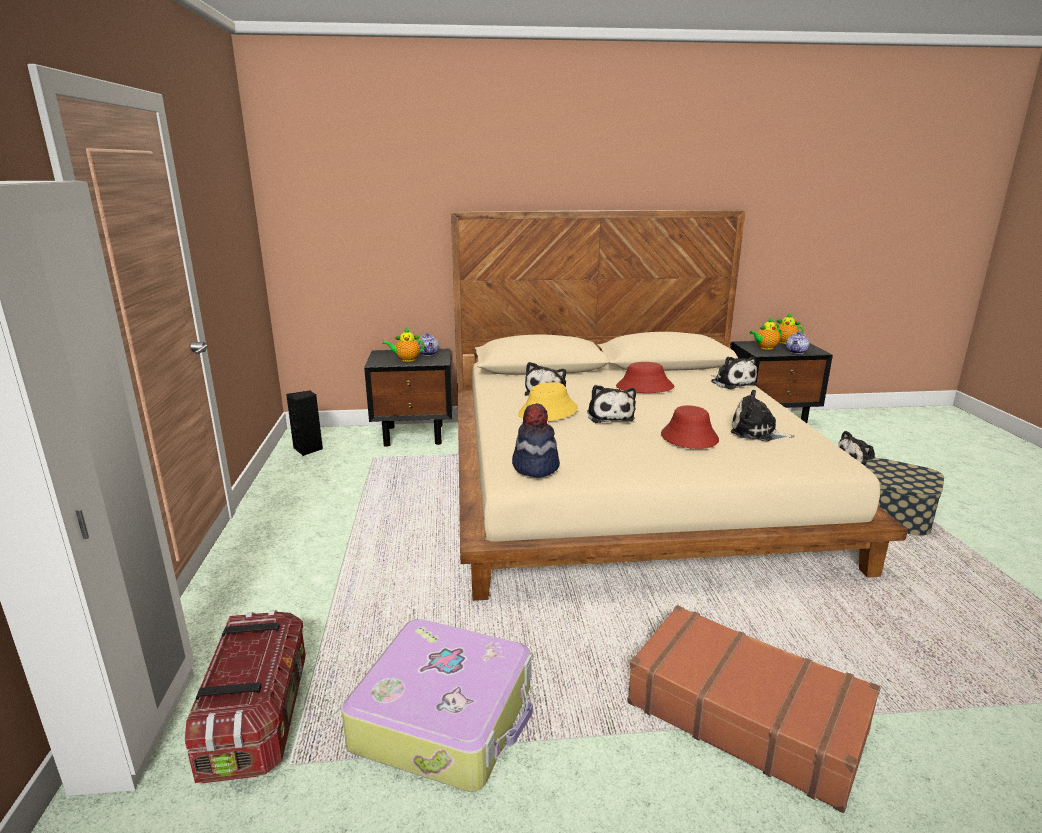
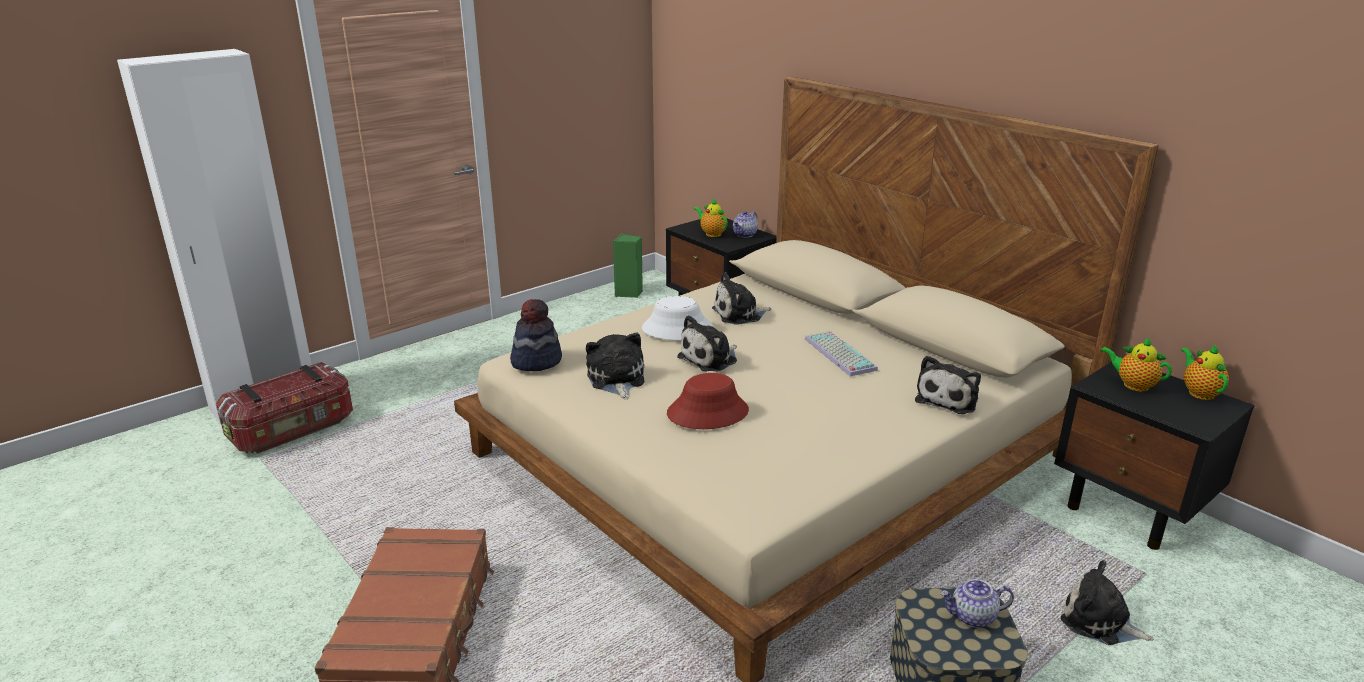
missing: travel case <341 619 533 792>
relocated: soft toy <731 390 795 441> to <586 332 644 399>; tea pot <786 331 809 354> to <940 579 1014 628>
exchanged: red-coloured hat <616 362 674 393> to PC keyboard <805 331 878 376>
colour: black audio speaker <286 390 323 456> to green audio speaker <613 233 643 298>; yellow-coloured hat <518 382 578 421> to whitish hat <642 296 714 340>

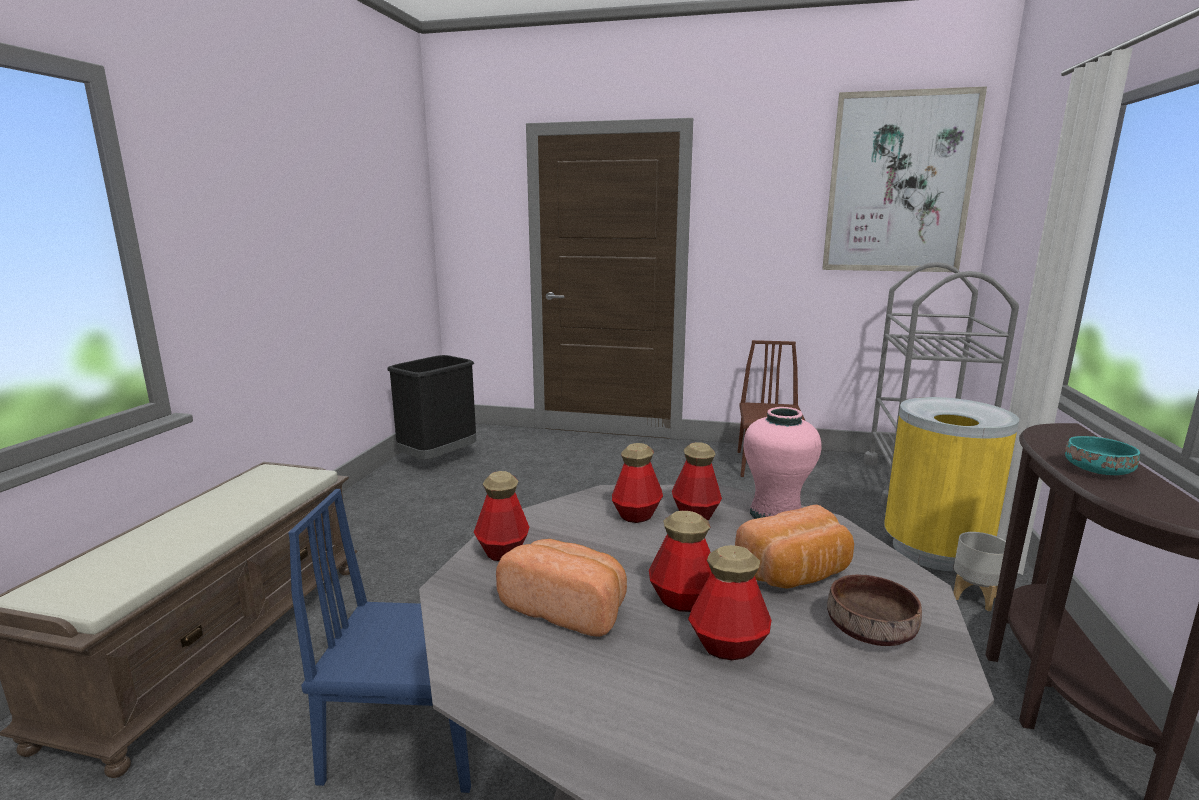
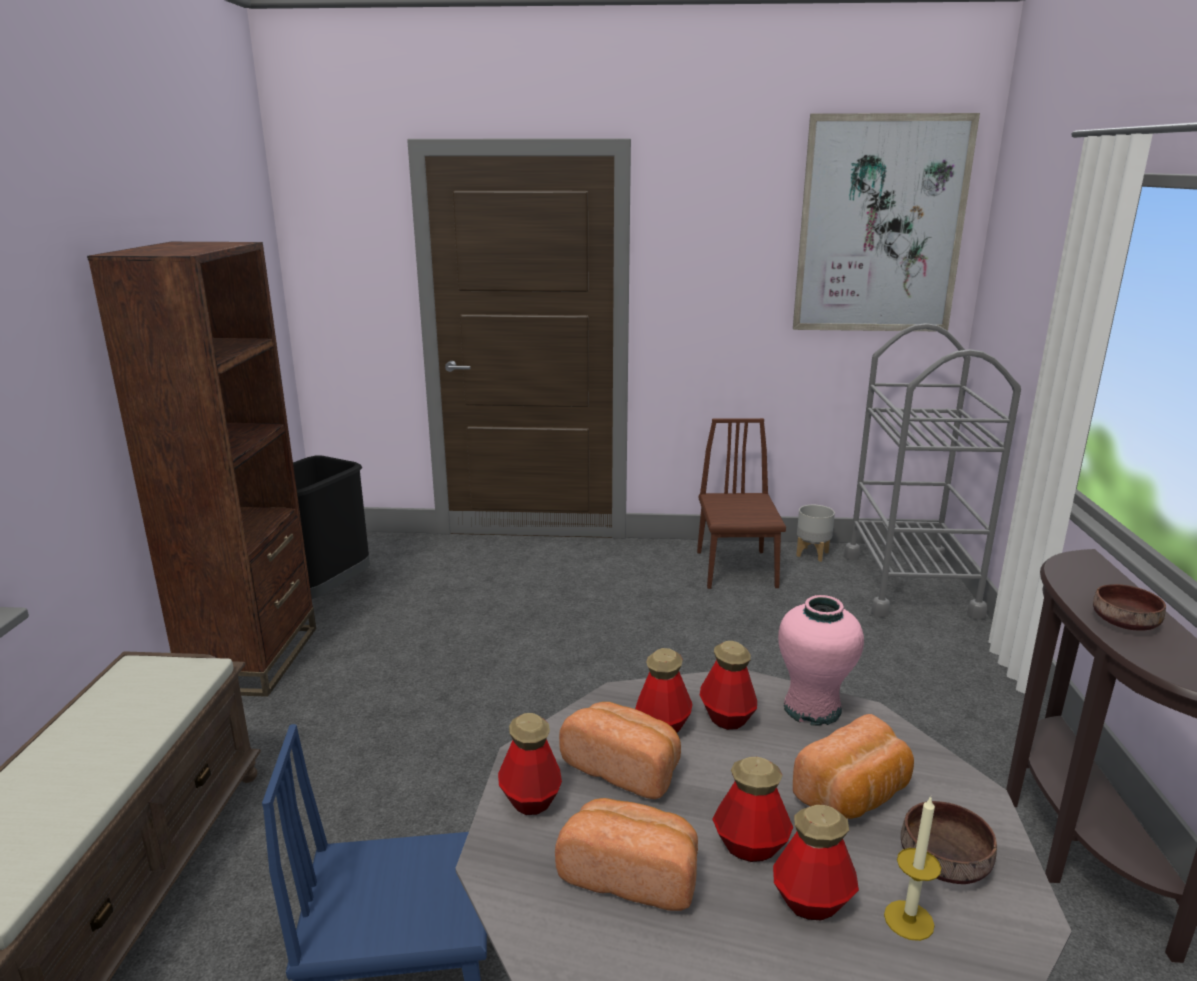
missing: yellow-coloured rubbish bin <884 397 1019 572>
appeared: brownish bookcase <87 242 316 697>; baked bread <559 702 681 799>; candle <884 796 941 941>
relocated: gray plant pot <953 532 1006 611> to <796 505 835 562>
colour: blue-green deep dish <1065 436 1140 475> to brownish deep dish <1093 584 1166 631>

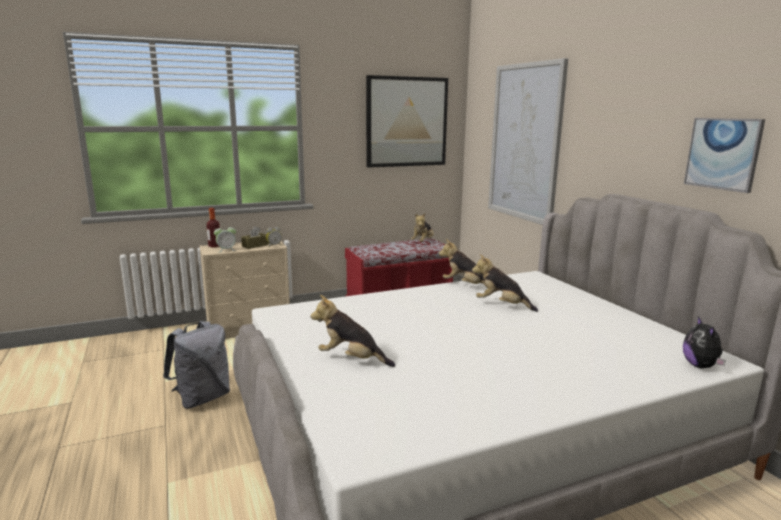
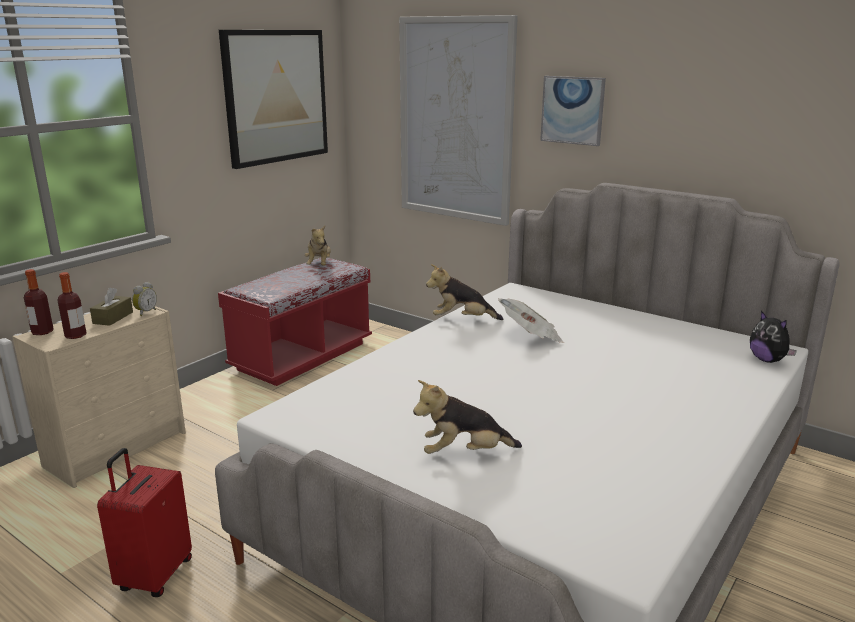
relocated: picture <684 118 765 193> to <540 76 606 146>
exchanged: gray backpack <163 321 230 409> to red-coloured travel case <97 448 192 597>; table clock <214 224 236 253> to bottle <57 272 87 339>; soft toy <472 254 538 312> to newspaper <498 298 564 343>

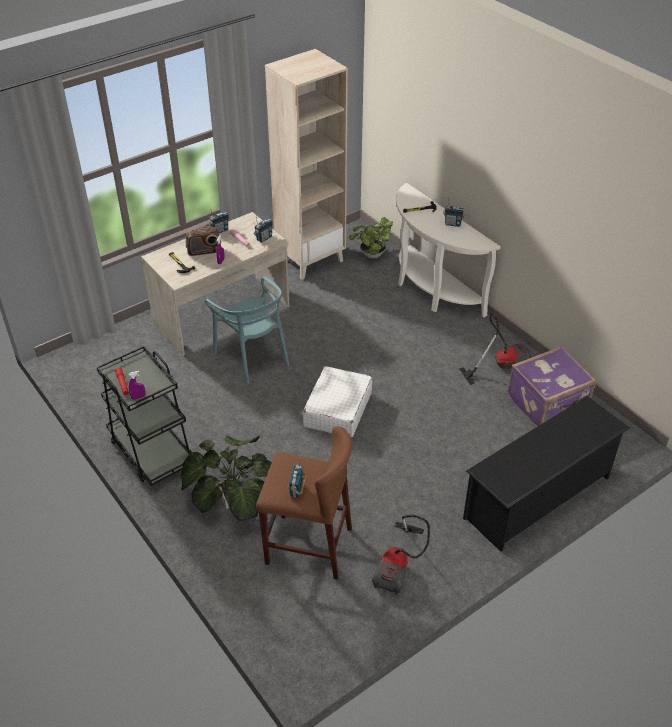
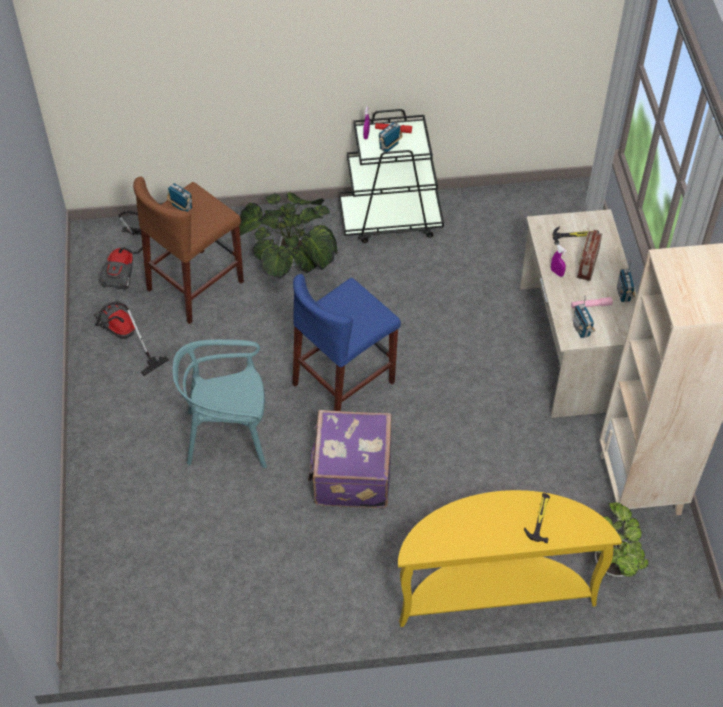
missing: black shoe shelf <463 396 630 552>
relocated: blue-green upright chair <205 276 289 384> to <173 339 267 468>; radio receiver <443 198 465 227> to <379 117 403 152>; vacuum cleaner <459 313 532 385> to <99 211 143 291>; purple-coloured travel case <508 346 596 427> to <308 410 392 508>
exchanged: whitish travel case <303 366 372 438> to blue-coloured stool <293 274 401 411>
colour: whitish hall table <396 183 500 318> to yellow-coloured hall table <398 490 622 627>

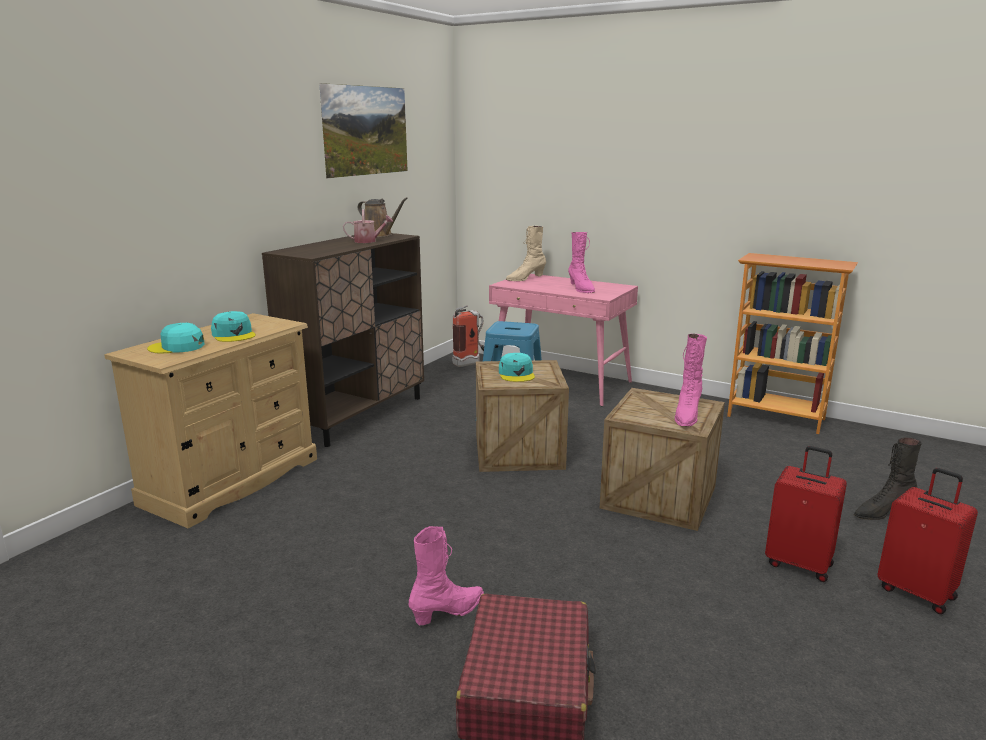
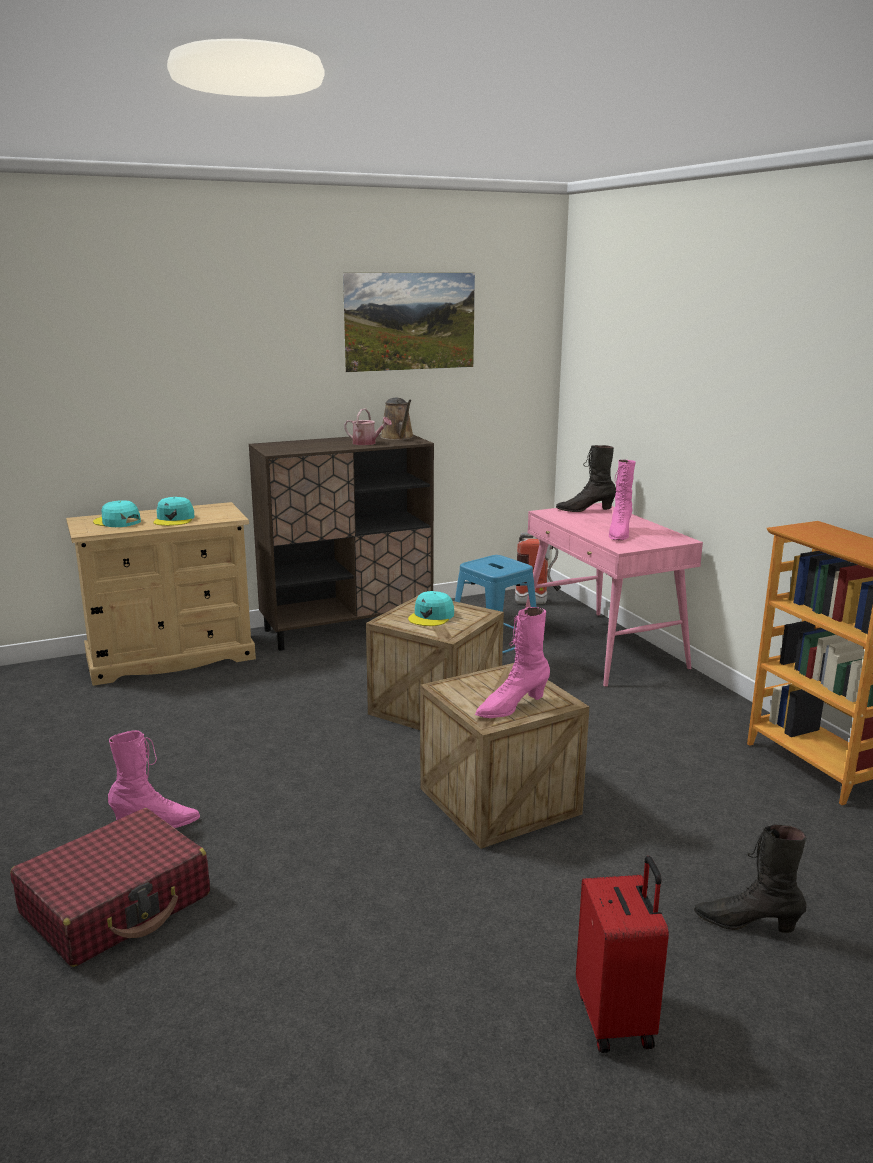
missing: red-coloured travel case <765 446 847 582>
colour: sand-coloured boot <506 226 546 281> to black boot <556 445 616 512>

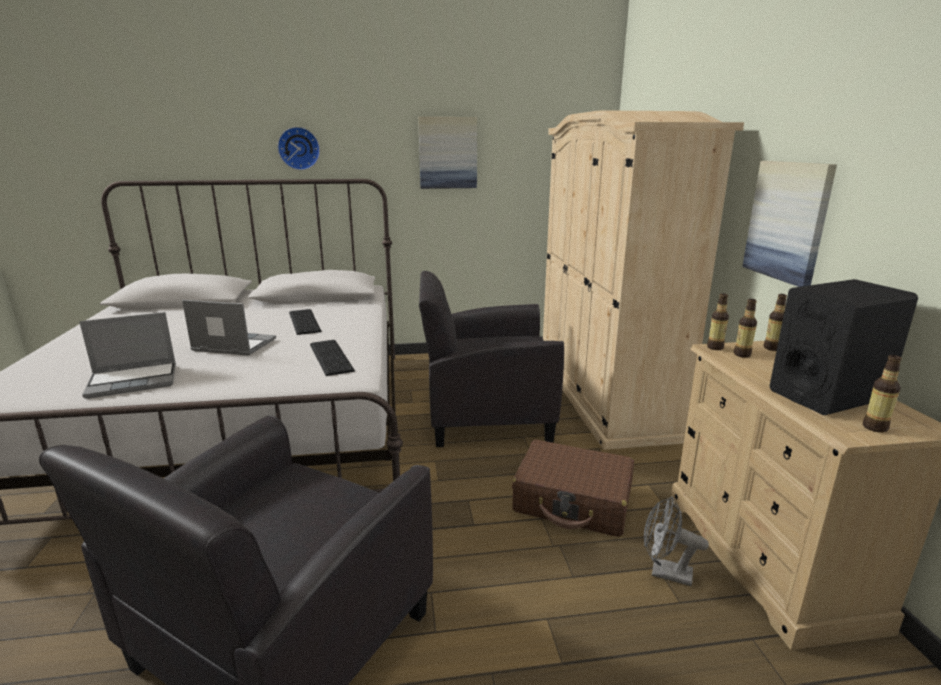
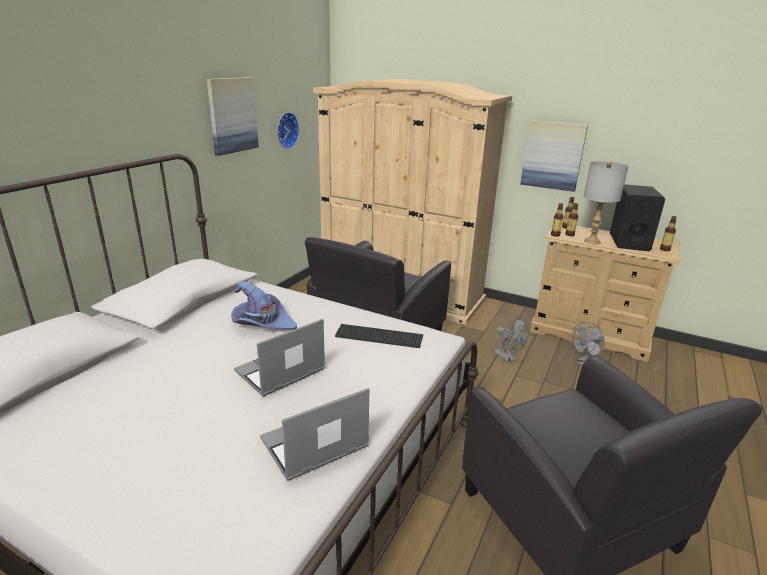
appeared: gray tabletop lamp <584 161 629 244>
relocated: clock on the wall <277 127 320 170> to <277 112 299 149>
exchanged: PC keyboard <289 309 322 335> to purple-coloured hat <231 281 297 330>; brownish travel case <512 439 634 537> to gray electric fan <494 318 529 363>
spun: laptop <79 312 176 399> = <260 388 369 481> 135 degrees counterclockwise

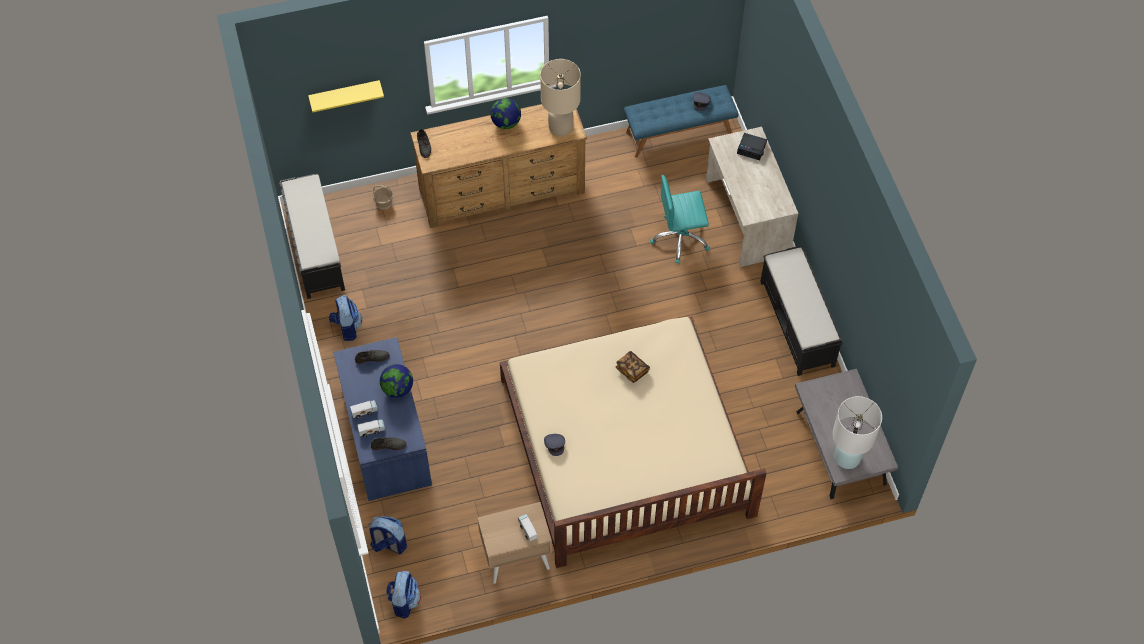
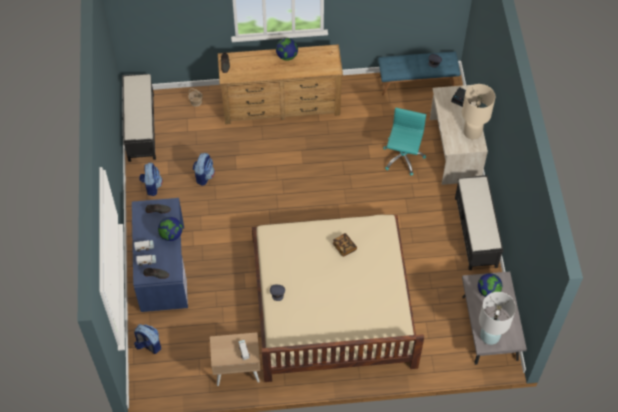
missing: yellow-coloured shelf <308 80 384 112>
appeared: world globe <478 273 502 297>
relocated: backpack <387 570 421 619> to <192 153 215 186>; sand-coloured tabletop lamp <540 59 581 136> to <462 84 495 139>
spun: blue-green computer chair <650 175 710 263> = <383 108 426 176> 105 degrees clockwise

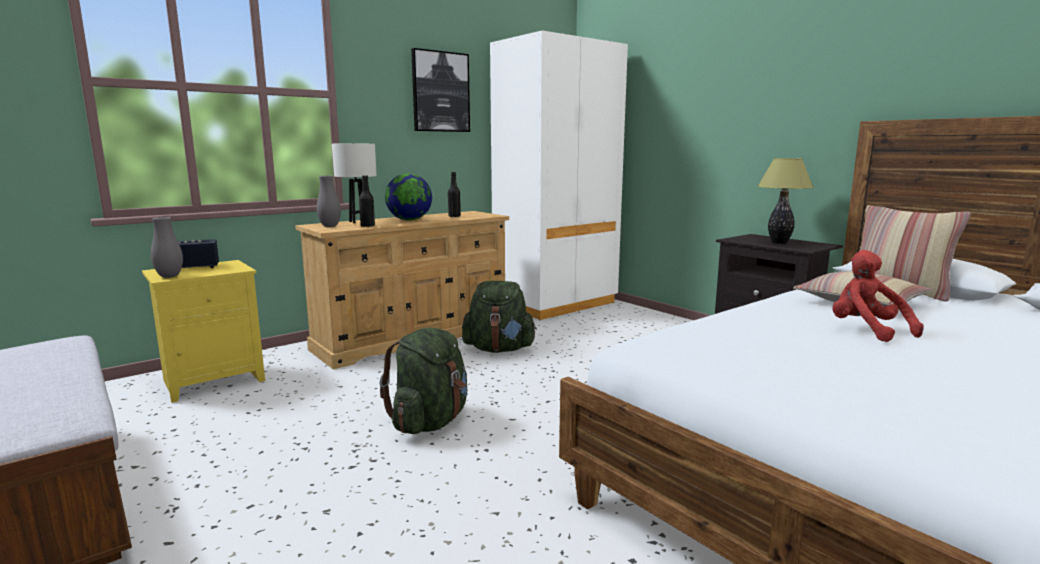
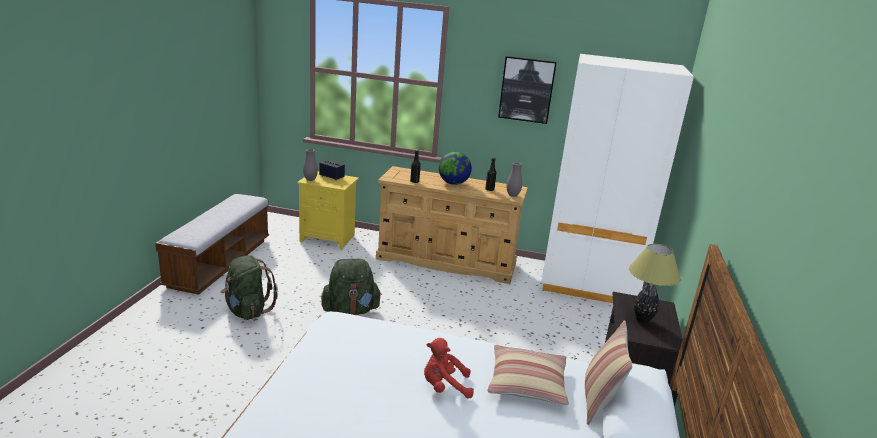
missing: whitish tabletop lamp <332 143 377 223>
relocated: gray flower vase <317 176 341 227> to <507 162 522 197>; green backpack <462 281 537 353> to <221 255 278 320>
spun: red-coloured soft toy <832 250 924 342> = <424 338 474 399> 120 degrees counterclockwise

